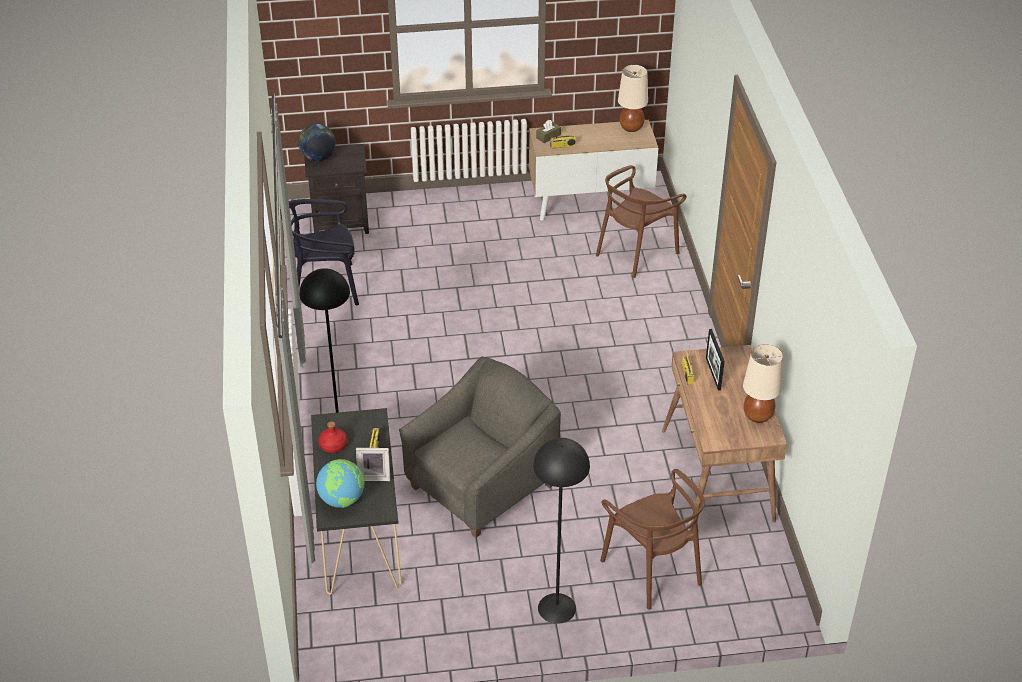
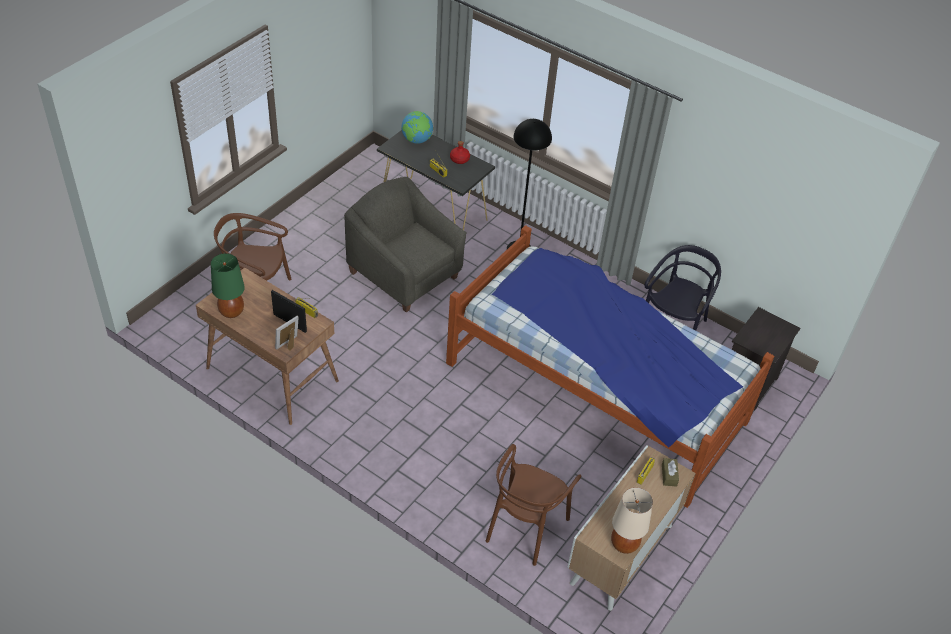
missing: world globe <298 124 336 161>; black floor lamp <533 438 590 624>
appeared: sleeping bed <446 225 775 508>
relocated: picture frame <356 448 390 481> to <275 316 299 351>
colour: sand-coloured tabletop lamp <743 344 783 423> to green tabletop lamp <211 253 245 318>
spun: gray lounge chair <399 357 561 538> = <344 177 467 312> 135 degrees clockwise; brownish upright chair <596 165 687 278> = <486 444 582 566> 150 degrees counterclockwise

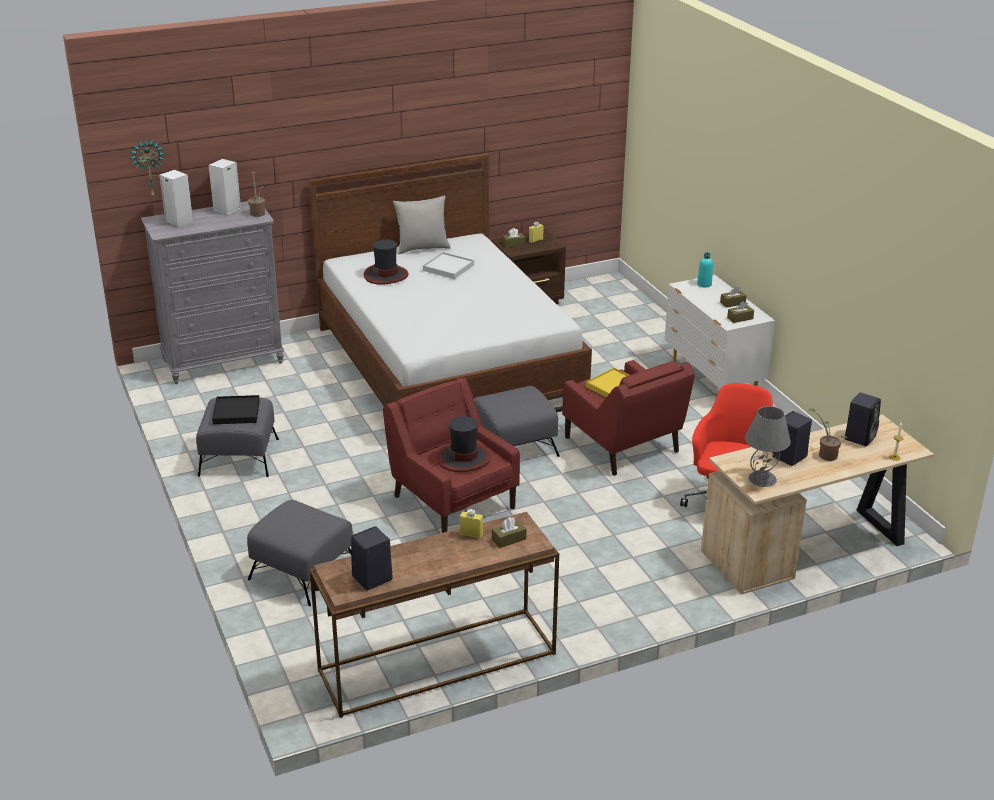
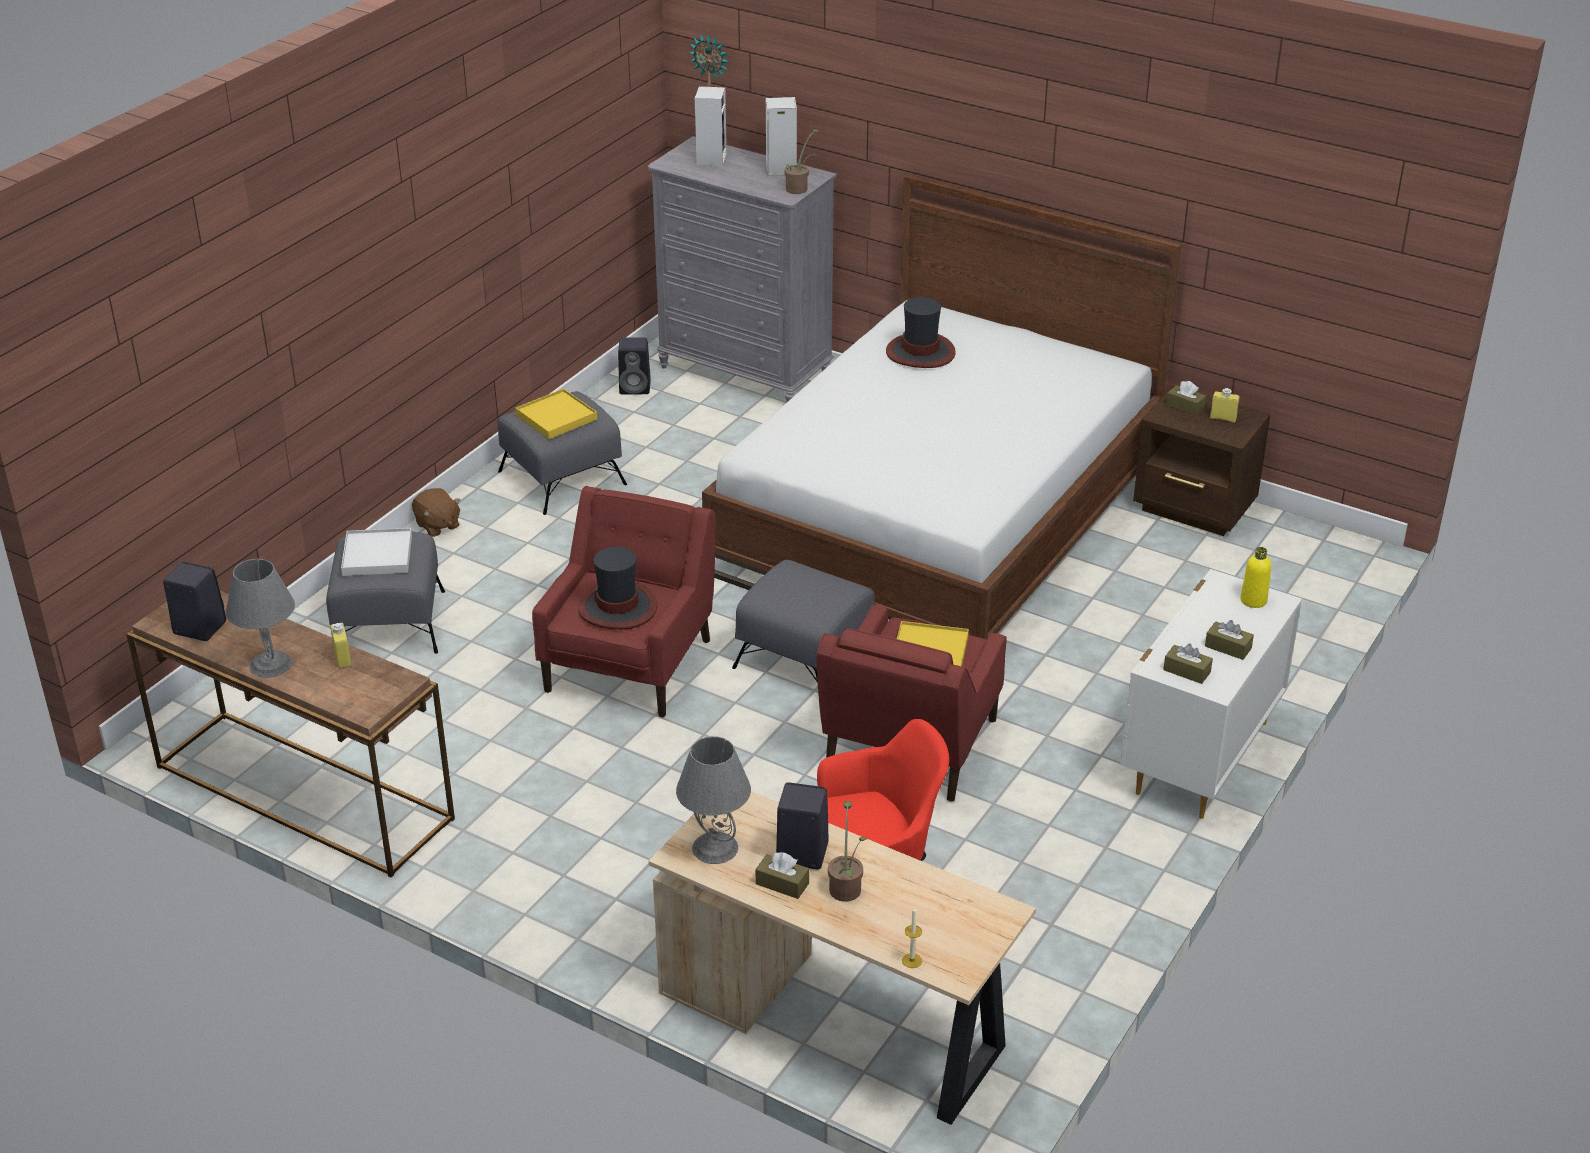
missing: gray throw pillow <393 196 451 254>
appeared: gray tabletop lamp <226 559 295 678>; brownish soft toy <412 488 461 537>
relocated: whitish serving tray <423 252 474 279> to <341 528 412 576>; brownish box of tissues <492 517 526 548> to <756 852 809 899>; black audio speaker <844 392 881 446> to <618 337 651 394>
colour: black serving tray <212 395 260 424> to yellow-coloured serving tray <515 389 597 439>; blue-green bottle <697 252 713 288> to yellow-coloured bottle <1240 547 1271 608>

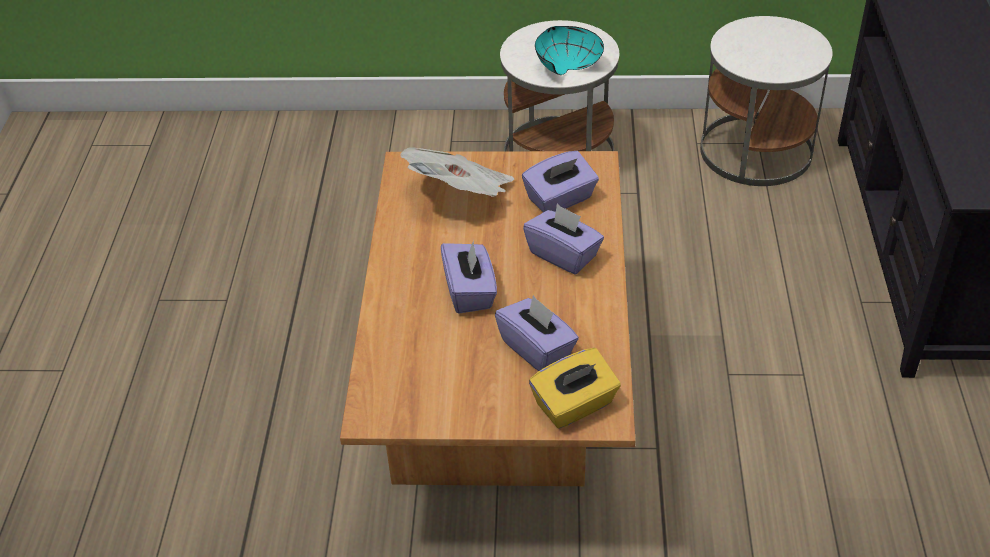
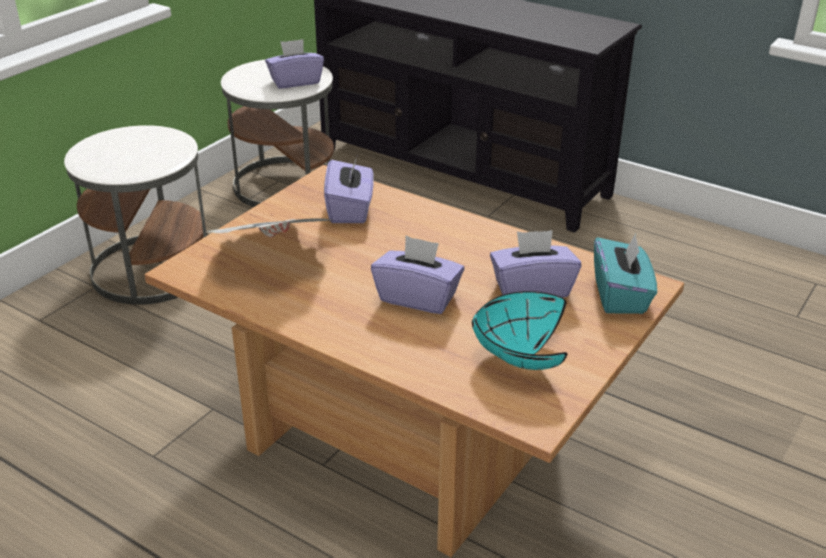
relocated: purple-coloured box of tissues <523 204 604 274> to <265 39 324 89>; blue-green deep dish <535 26 604 75> to <472 291 568 370>
colour: yellow-coloured box of tissues <529 348 621 429> to blue-green box of tissues <594 233 657 314>

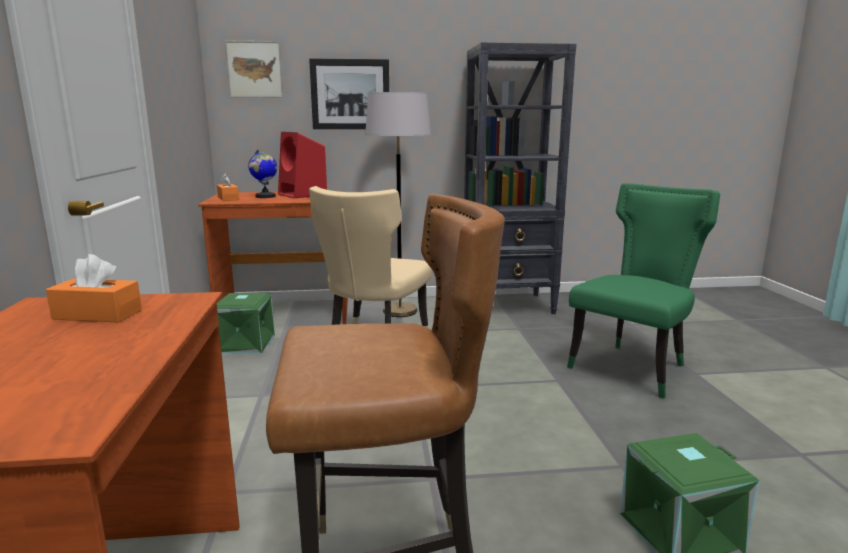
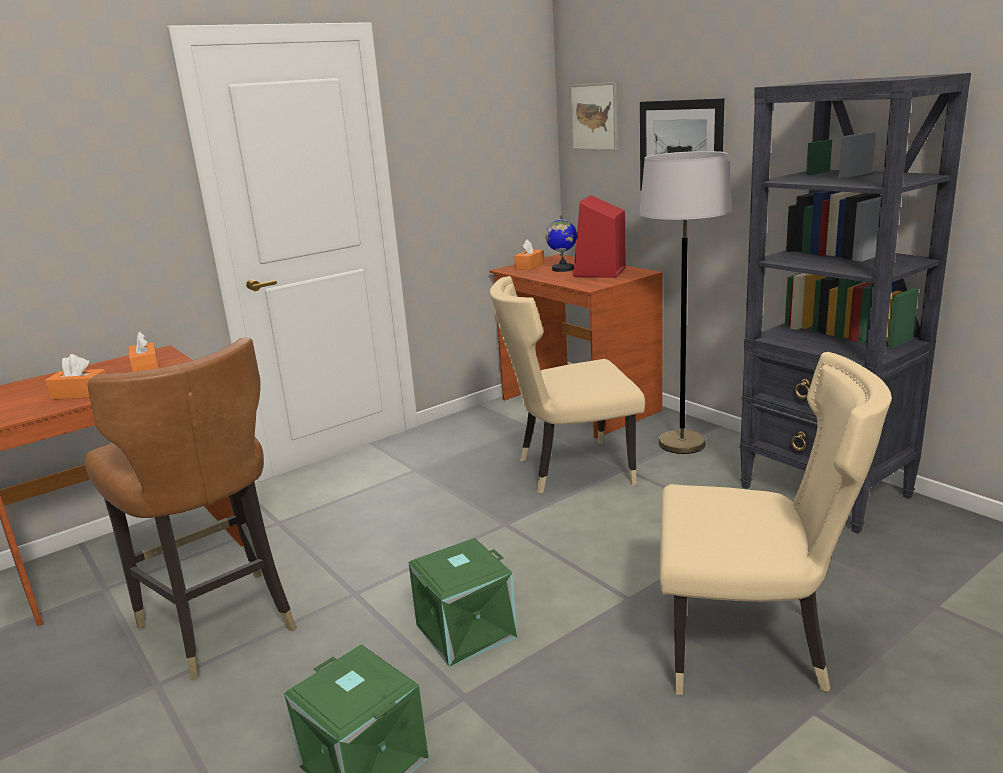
appeared: orange box of tissues <45 354 106 400>
relocated: green storage container <217 293 275 353> to <408 538 517 667>
colour: green upright chair <567 183 720 399> to sand-coloured upright chair <660 352 892 695>

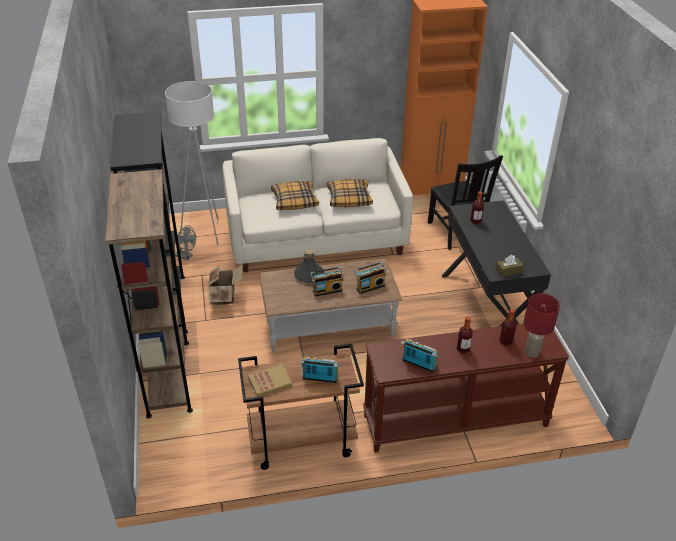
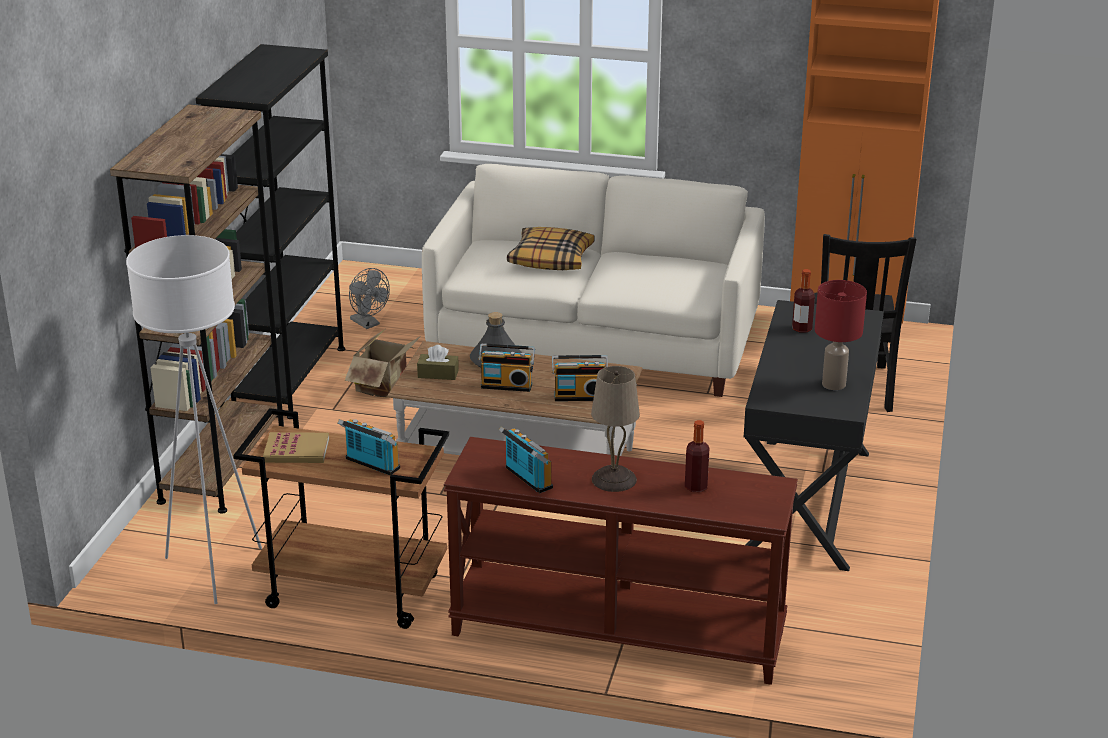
missing: throw pillow <327 179 373 207>
relocated: whitish floor lamp <165 81 219 245> to <126 235 262 604>; brownish box of tissues <496 255 523 277> to <417 345 459 380>; red-coloured tabletop lamp <523 293 560 358> to <815 280 867 390>
exchanged: bottle <457 317 473 354> to sand-coloured tabletop lamp <591 366 640 492>

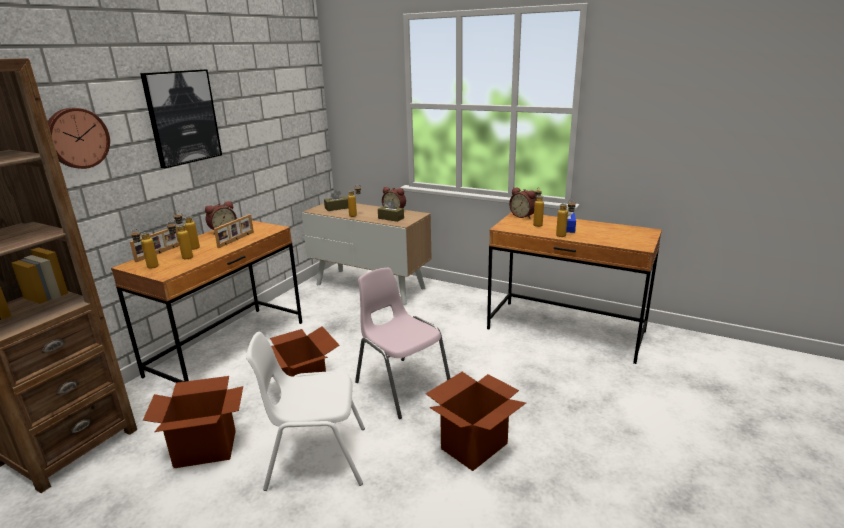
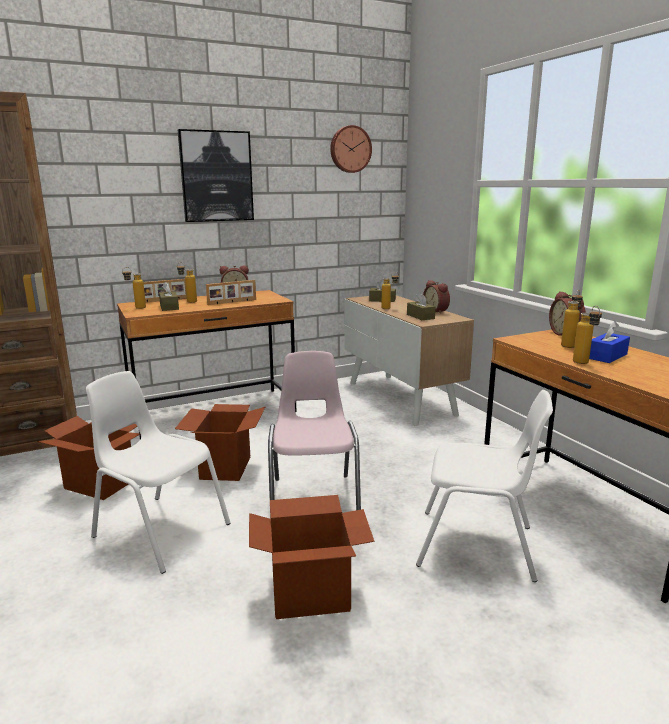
appeared: whitish upright chair <416 390 553 582>
relocated: clock on the wall <48 108 110 169> to <330 125 372 173>
exchanged: bottle <167 221 193 259> to brownish box of tissues <159 282 179 311>

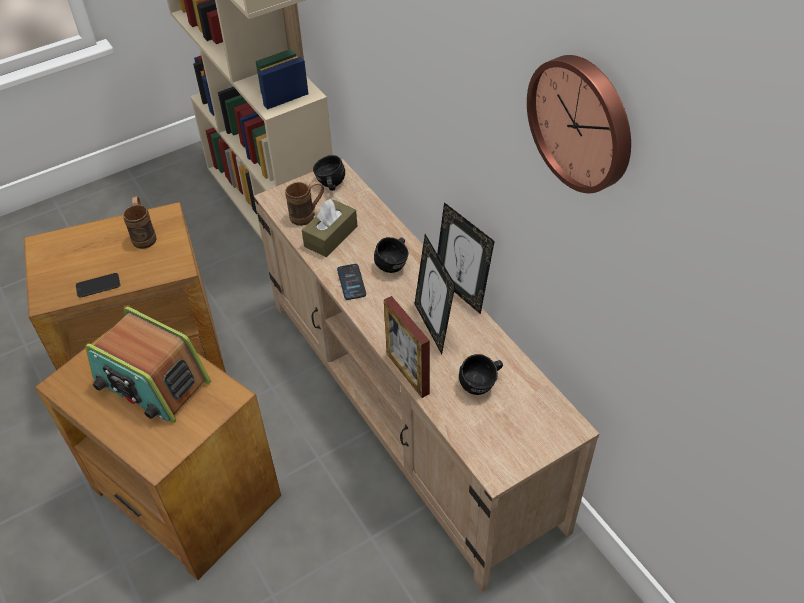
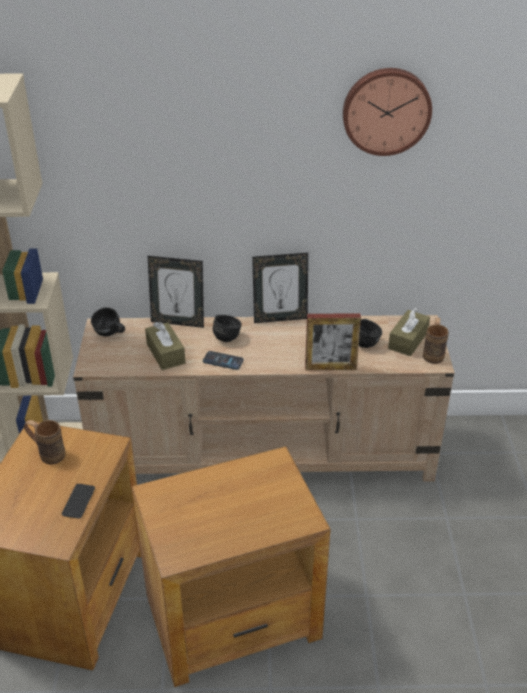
missing: radio receiver <85 307 211 423>
appeared: brownish box of tissues <388 307 430 356>
relocated: brownish coffee mug <285 181 324 226> to <423 318 449 364>; picture frame <414 234 455 354> to <148 256 204 328>

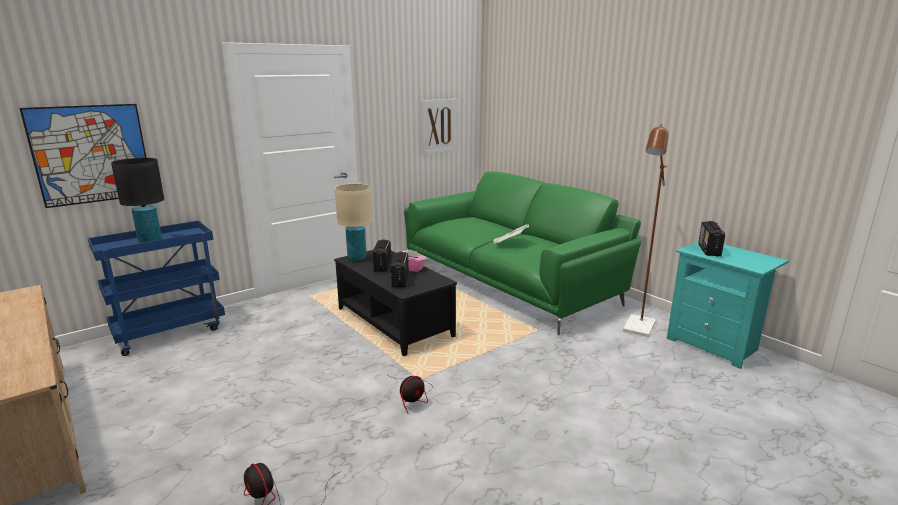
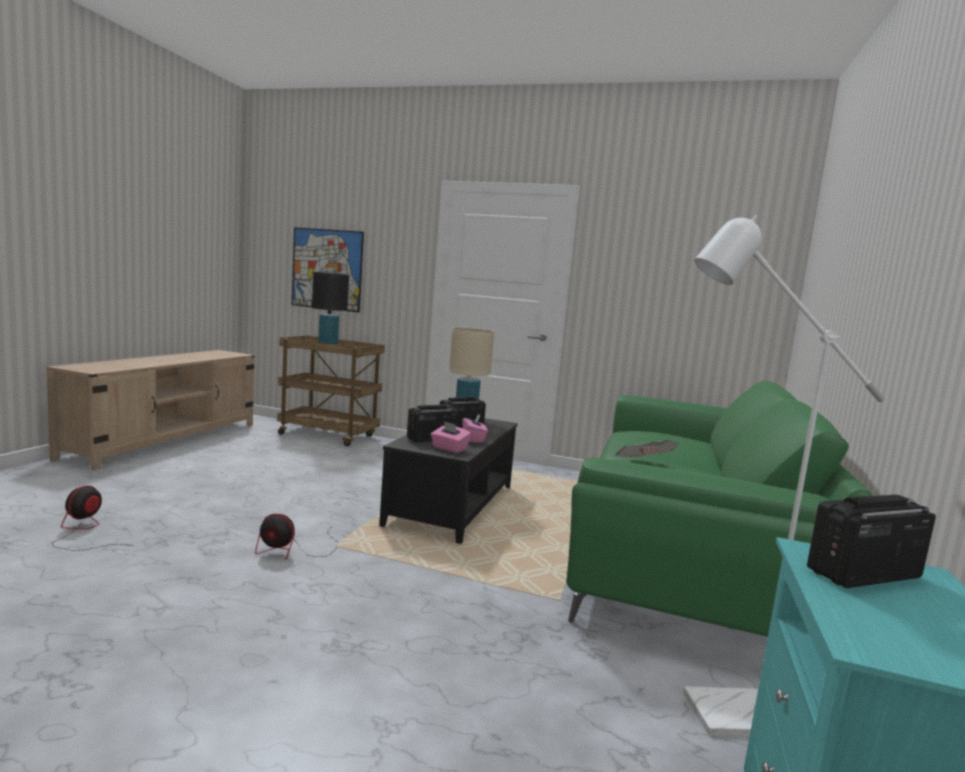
missing: picture <421 99 457 155>
appeared: pink box of tissues <431 421 471 453>
colour: blue-coloured cart <88 220 225 356> to brownish cart <277 335 385 446>; brownish floor lamp <623 124 669 337> to whitish floor lamp <683 215 885 736>

